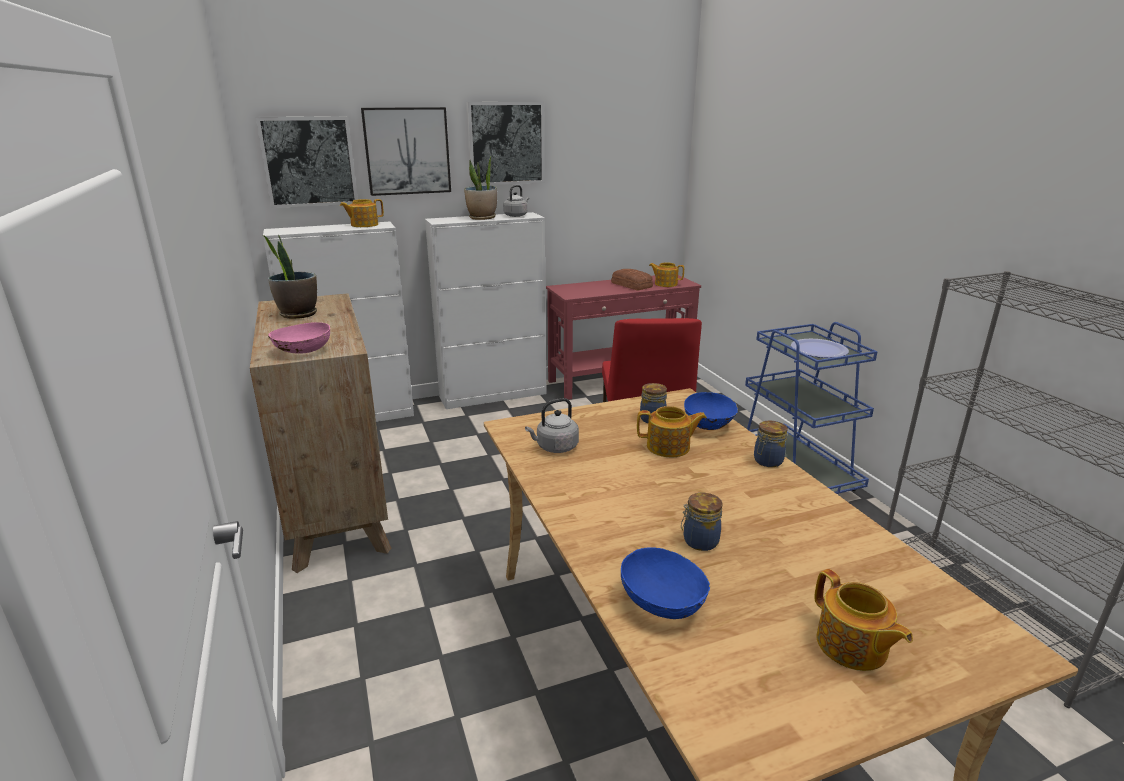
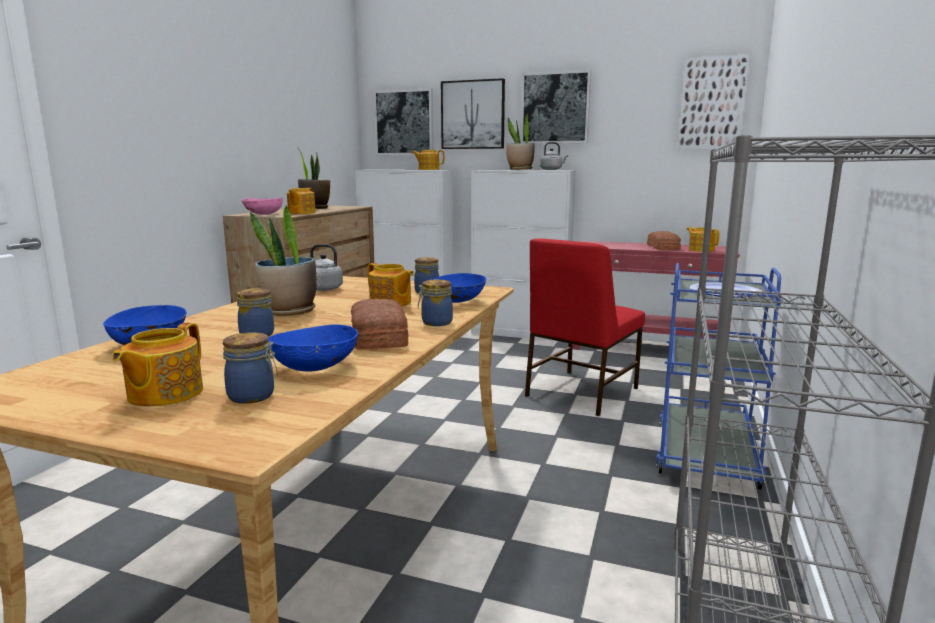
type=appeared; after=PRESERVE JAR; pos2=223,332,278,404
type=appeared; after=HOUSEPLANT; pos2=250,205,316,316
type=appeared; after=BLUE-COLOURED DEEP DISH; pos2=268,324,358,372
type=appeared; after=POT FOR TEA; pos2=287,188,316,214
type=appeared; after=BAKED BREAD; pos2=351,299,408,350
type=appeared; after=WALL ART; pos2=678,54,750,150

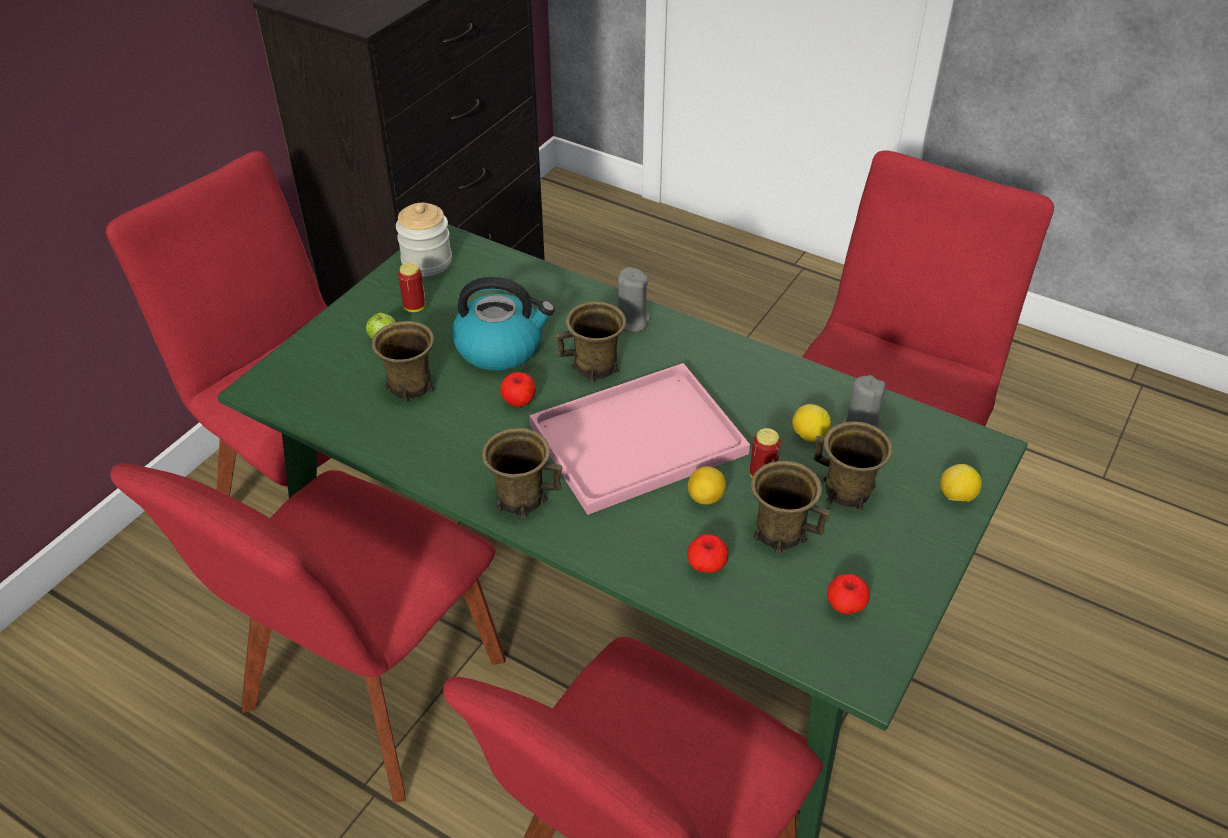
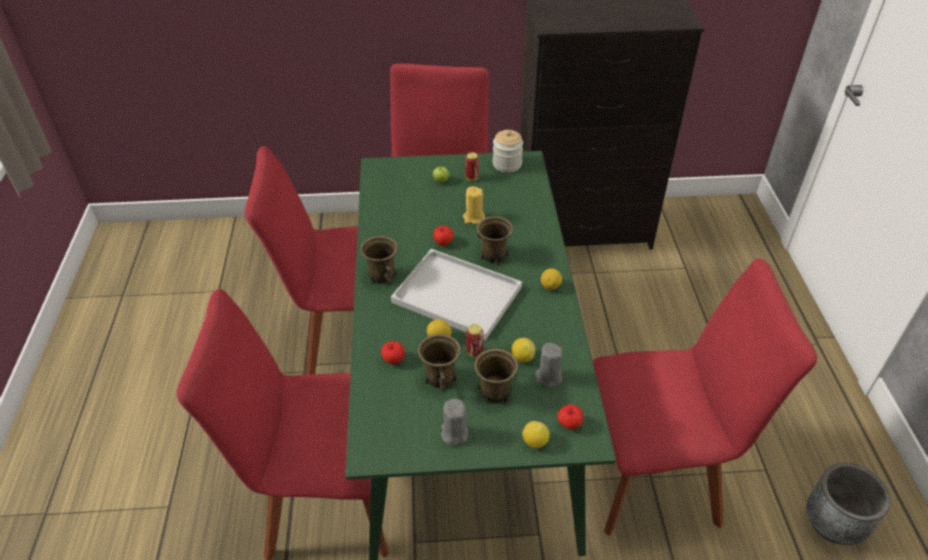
type=missing; before=BROWNISH TEA MUG; pos1=371,321,434,402
type=appeared; after=CITRUS FRUIT; pos2=541,269,562,290
type=appeared; after=GREY PLANT POT; pos2=806,463,891,545
type=relocated; before=GREY CANDLE; pos1=618,267,651,332; pos2=441,399,468,446
type=relocated; before=WHOLE APPLE; pos1=827,574,870,614; pos2=557,405,584,429
type=exchanged; before=KETTLE; after=YELLOWISH CANDLE; pos1=452,277,555,370; pos2=463,186,485,224
type=colour; before=PINK-COLOURED SERVING TRAY; after=WHITISH SERVING TRAY; pos1=529,363,750,515; pos2=391,249,522,340

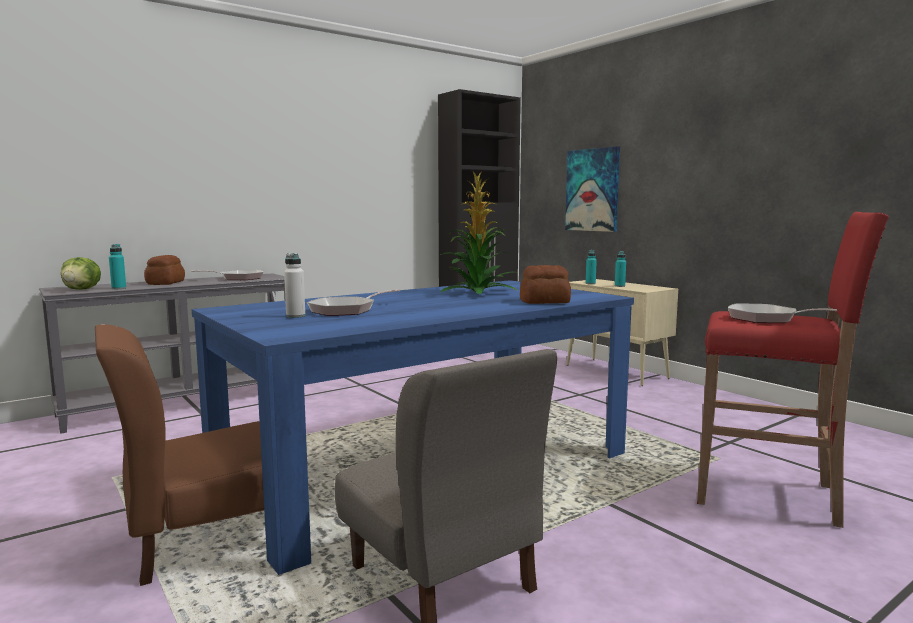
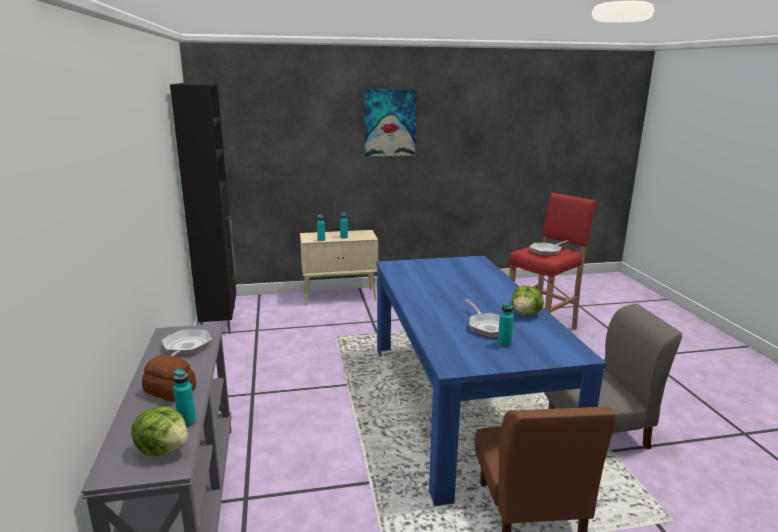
type=missing; before=HOUSEPLANT; pos1=441,172,517,294
type=missing; before=BAKED BREAD; pos1=520,265,571,304
type=appeared; after=LETTUCE; pos2=512,286,544,315
type=relocated; before=WALL ART; pos1=565,146,620,232; pos2=364,89,417,157
type=colour; before=WHITISH BOTTLE; after=TURQUOISE BOTTLE; pos1=284,253,305,318; pos2=497,302,514,348

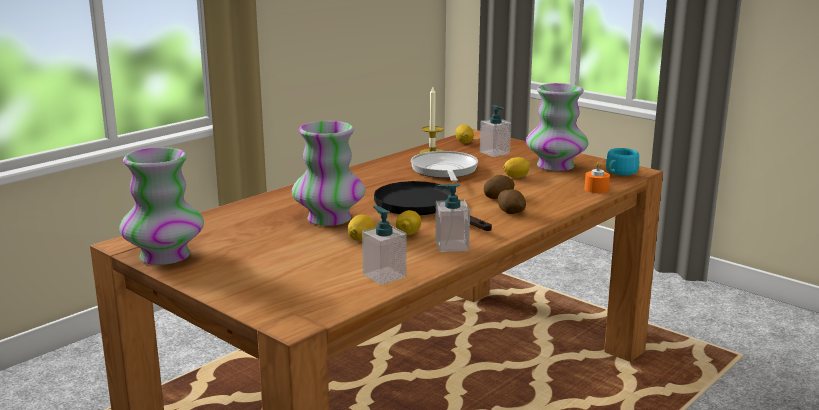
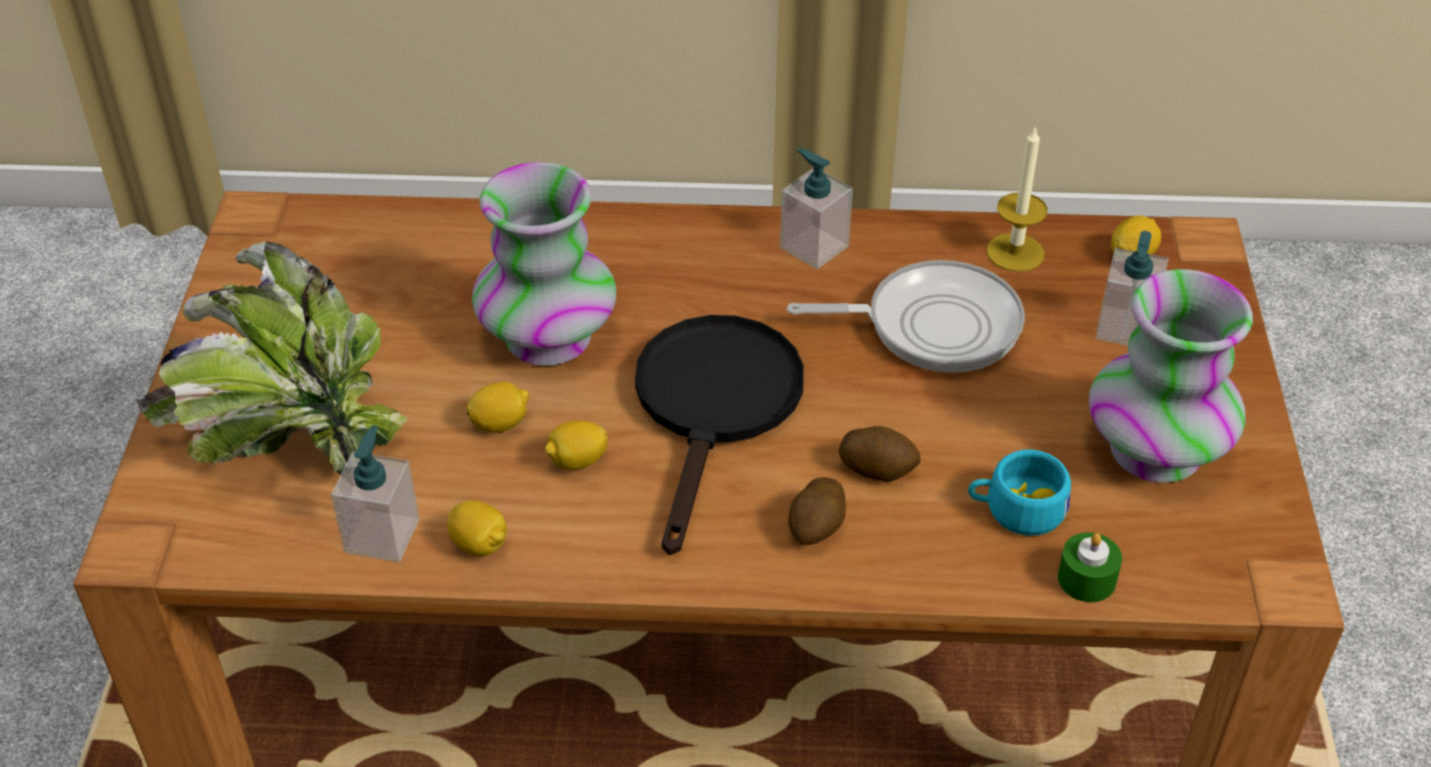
type=missing; before=FLOWER VASE; pos1=119,147,204,265
type=appeared; after=HOUSEPLANT; pos2=136,241,407,474
type=relocated; before=SOAP DISPENSER; pos1=435,184,470,252; pos2=780,148,853,269
type=relocated; before=CITRUS FRUIT; pos1=503,157,530,178; pos2=447,501,507,556
type=relocated; before=TURQUOISE CUP; pos1=606,148,639,176; pos2=968,449,1071,536
type=colour; before=ORANGEY CANDLE; after=GREEN-COLOURED CANDLE; pos1=585,162,610,193; pos2=1058,532,1122,602
type=spun; before=FRYING PAN; pos1=411,151,478,182; pos2=787,260,1025,373; turn=45

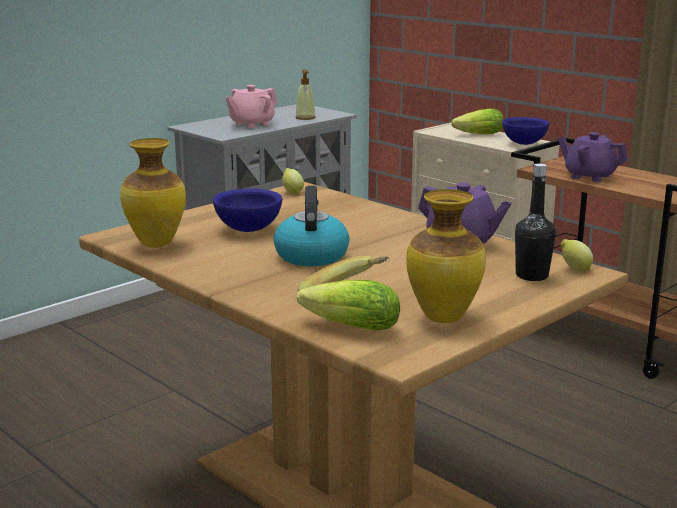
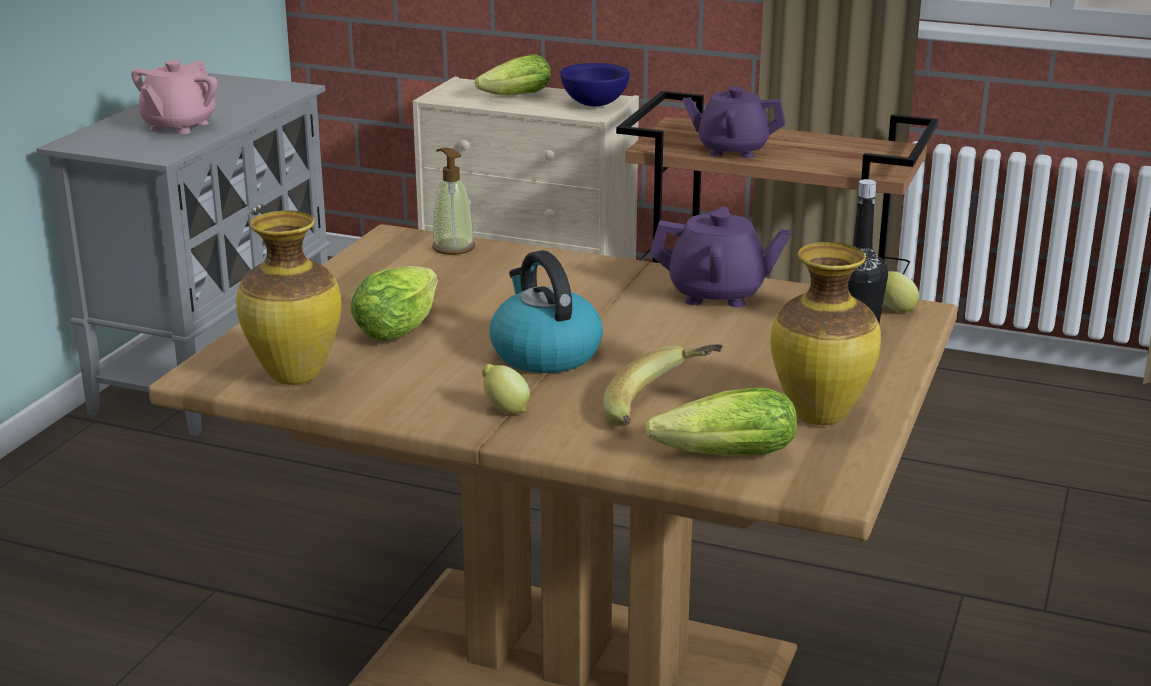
type=relocated; before=CITRUS FRUIT; pos1=282,168,304,194; pos2=482,364,530,414
type=relocated; before=SOAP DISPENSER; pos1=296,69,316,120; pos2=432,147,475,255
type=exchanged; before=BLUE-COLOURED DEEP DISH; after=LETTUCE; pos1=213,189,282,232; pos2=350,266,438,341

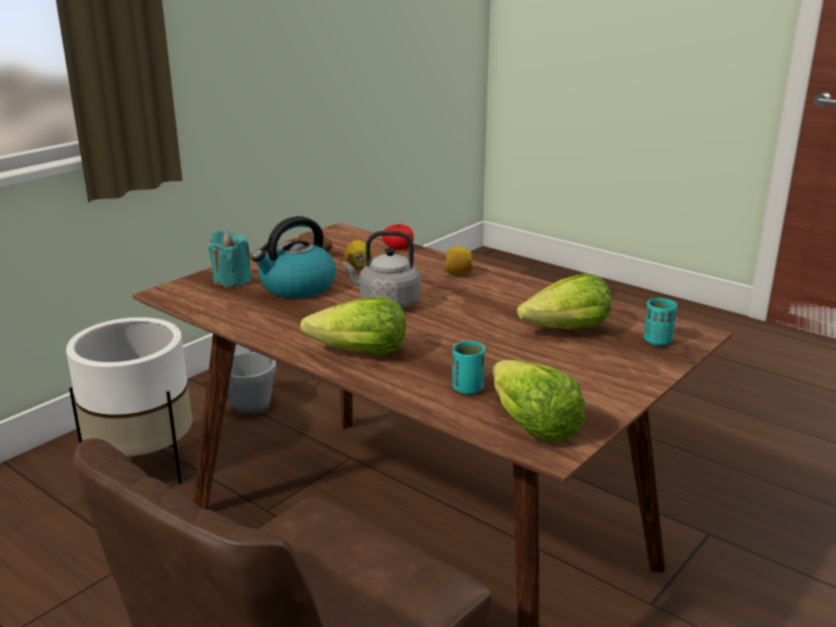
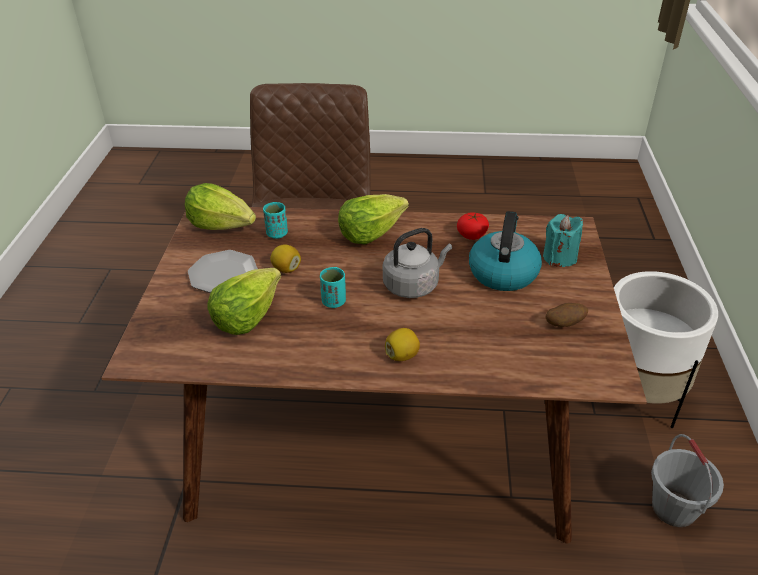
type=appeared; after=PLATE; pos2=188,250,258,293
type=relocated; before=CITRUS FRUIT; pos1=344,240,373,269; pos2=270,244,301,273
type=relocated; before=WHOLE TOMATO; pos1=382,224,414,250; pos2=457,212,489,240
type=relocated; before=TURQUOISE CUP; pos1=644,298,677,346; pos2=320,267,346,308

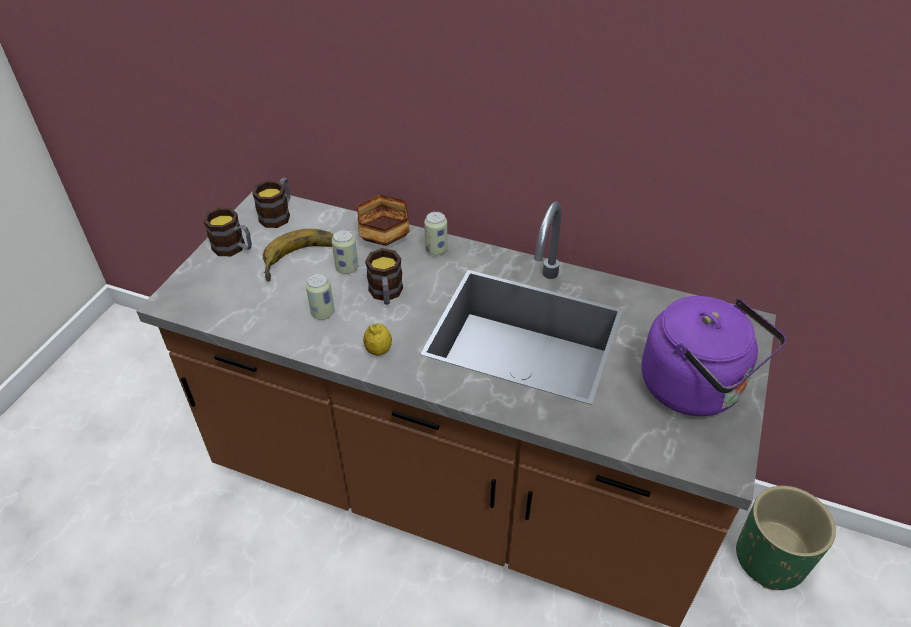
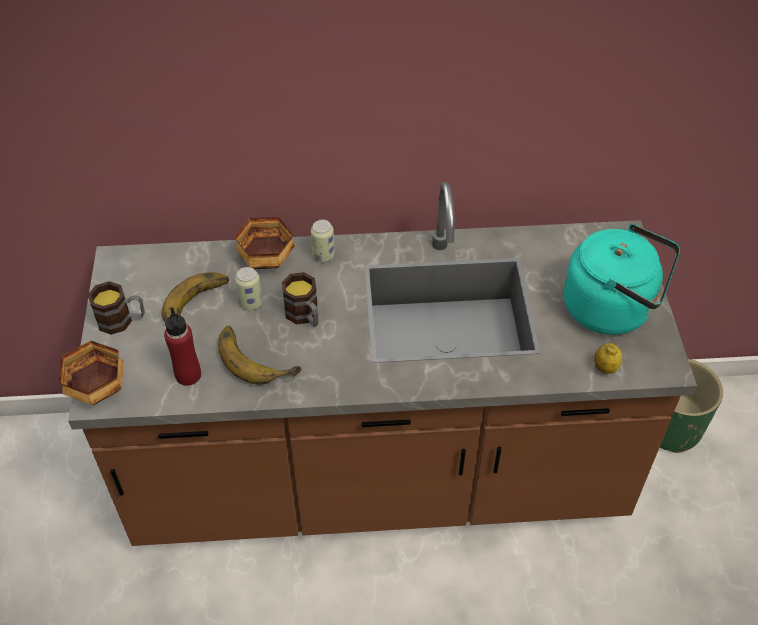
type=missing; before=TEA MUG; pos1=252,178,291,228
type=appeared; after=DEEP DISH; pos2=59,341,123,405
type=appeared; after=RED-COLOURED BOTTLE; pos2=164,307,201,386
type=relocated; before=CITRUS FRUIT; pos1=363,324,392,356; pos2=594,343,622,374
type=exchanged; before=METAL CAN; after=BANANA; pos1=306,273,334,320; pos2=218,326,302,385
type=colour; before=PURPLE-COLOURED KETTLE; after=TURQUOISE KETTLE; pos1=642,296,786,416; pos2=563,224,680,335

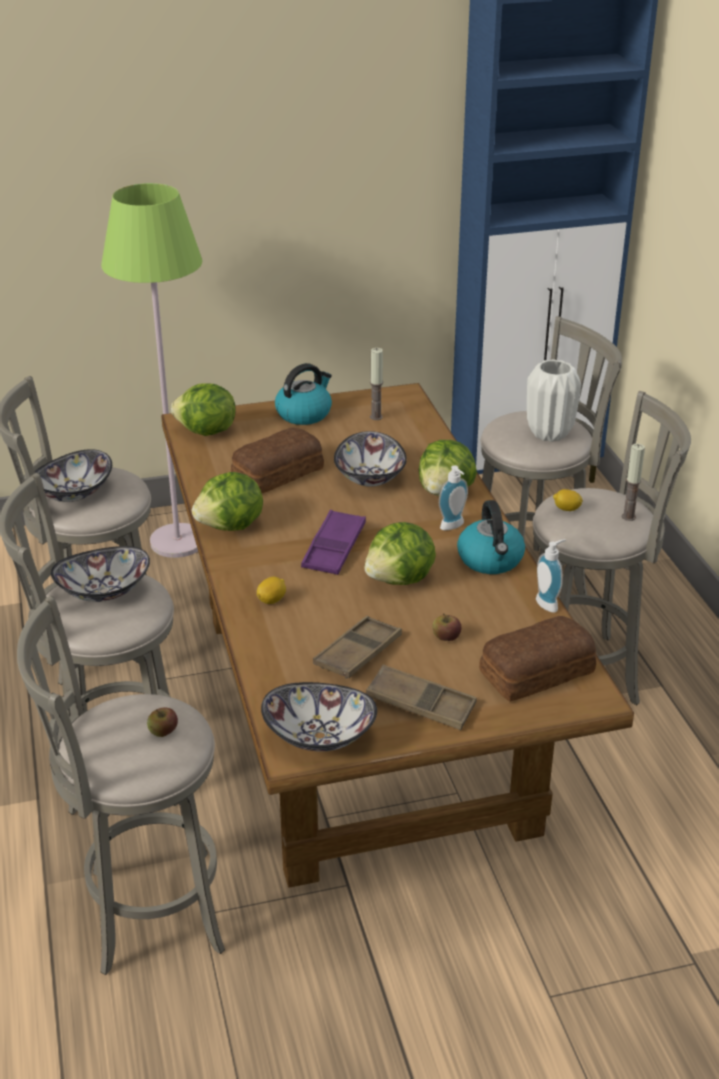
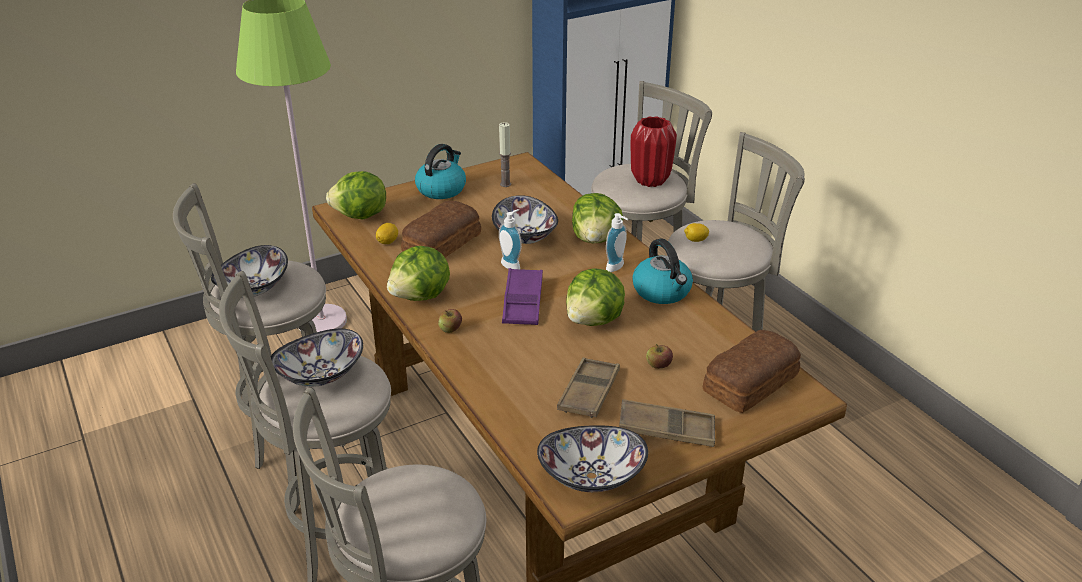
type=missing; before=CANDLE; pos1=622,444,645,521
type=relocated; before=WHOLE APPLE; pos1=147,708,178,737; pos2=438,309,462,333
type=relocated; before=CITRUS FRUIT; pos1=257,577,286,604; pos2=376,223,398,244
type=relocated; before=SOAP DISPENSER; pos1=536,539,566,613; pos2=499,209,522,269
type=colour; before=WHITISH FLOWER VASE; after=RED-COLOURED FLOWER VASE; pos1=527,359,581,442; pos2=631,116,677,187

